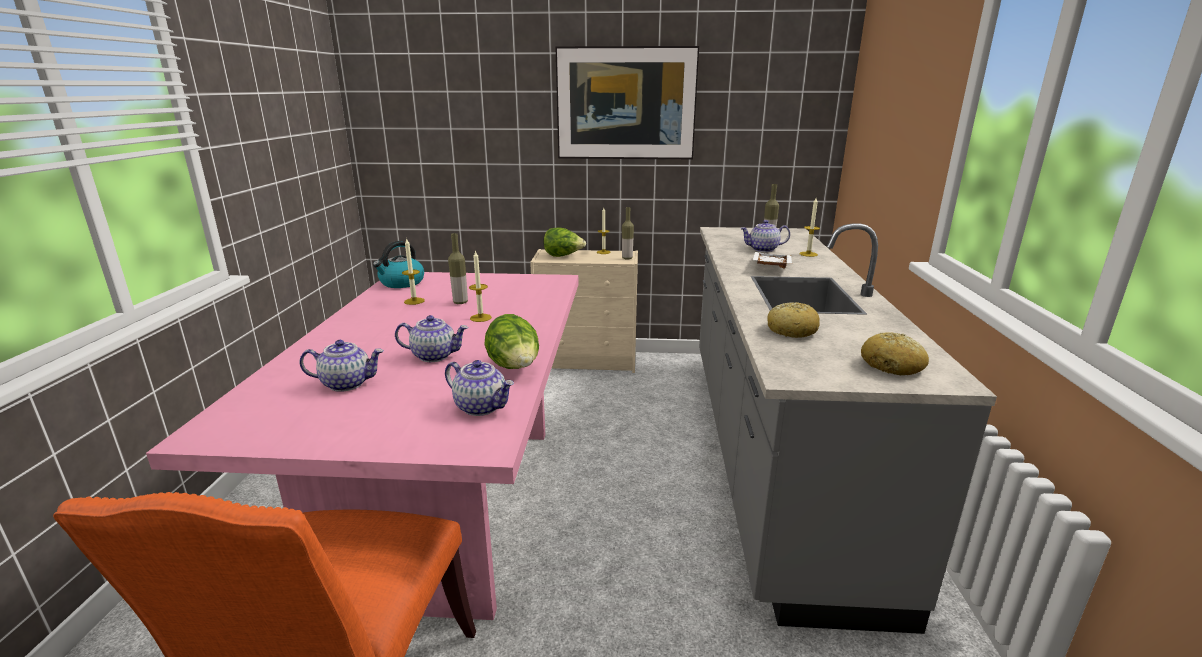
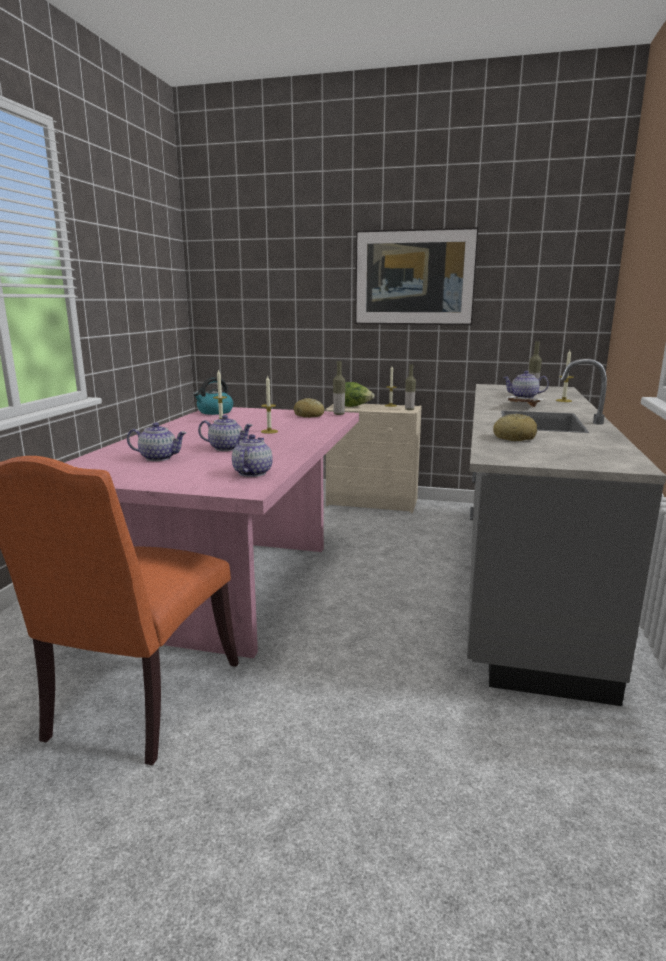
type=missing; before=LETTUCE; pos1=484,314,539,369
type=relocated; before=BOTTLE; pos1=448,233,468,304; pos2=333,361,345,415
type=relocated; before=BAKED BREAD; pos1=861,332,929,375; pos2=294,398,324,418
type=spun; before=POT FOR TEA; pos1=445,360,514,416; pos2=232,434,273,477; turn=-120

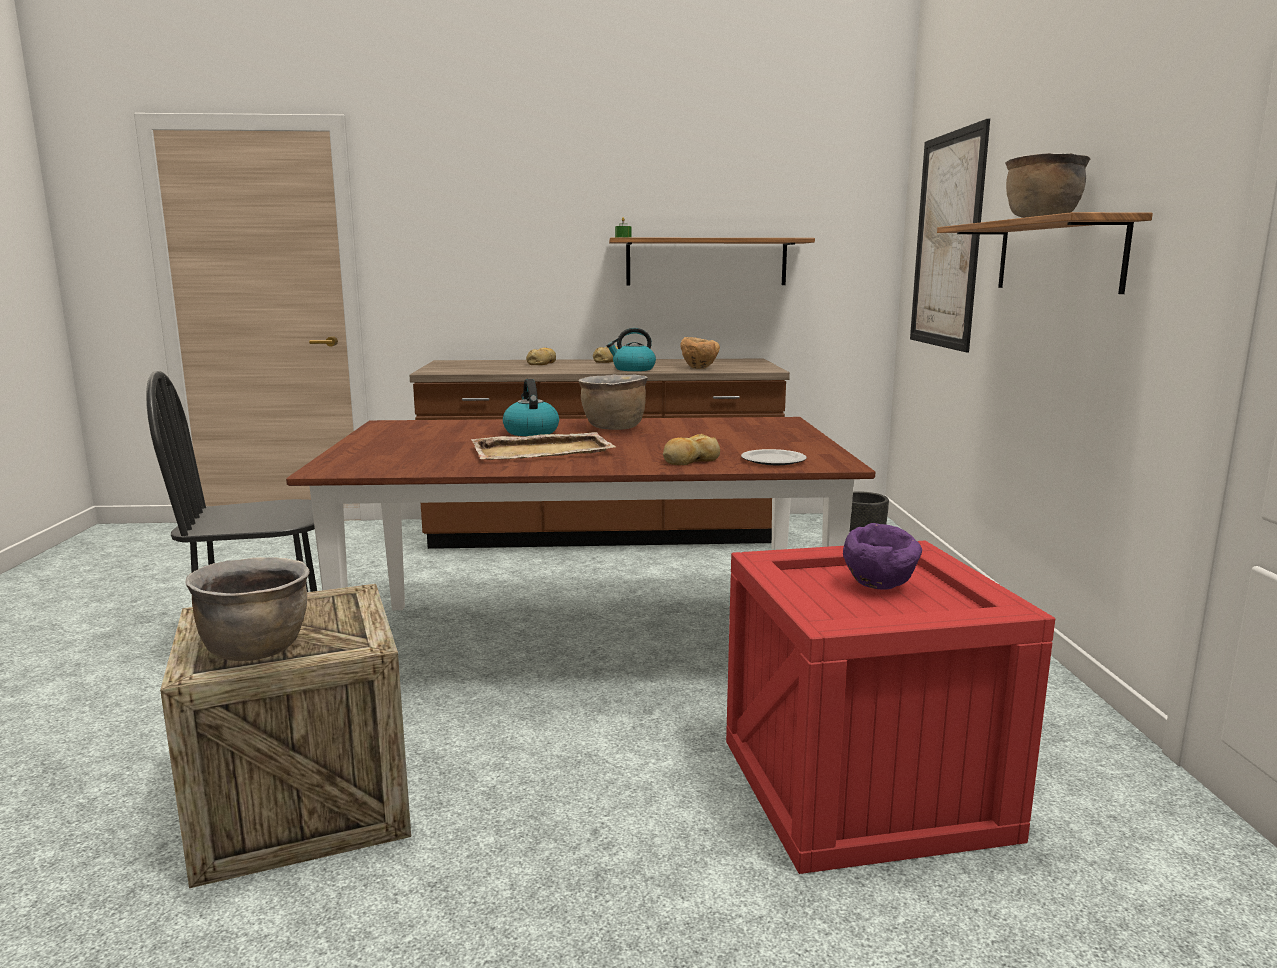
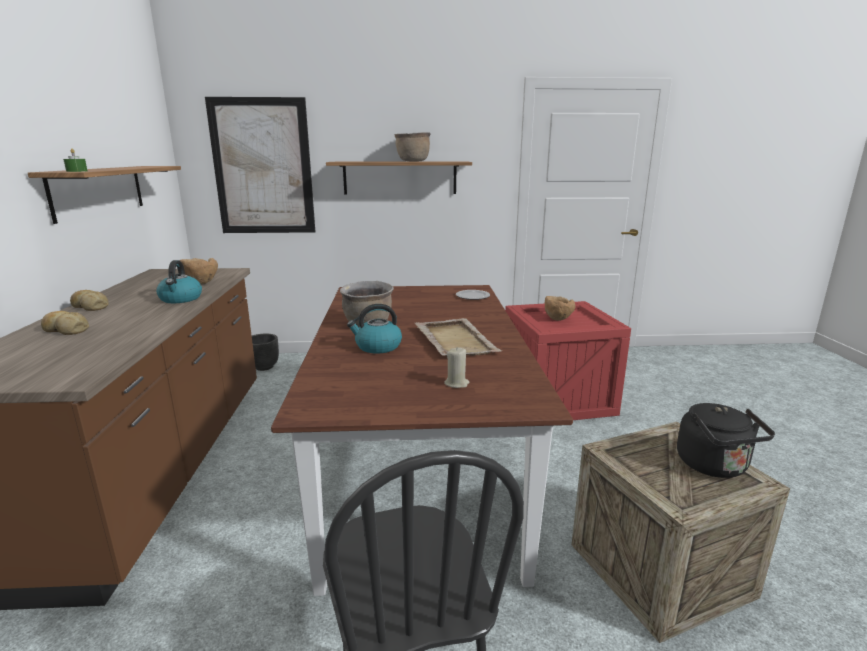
type=missing; before=BAKED BREAD; pos1=663,434,720,465
type=appeared; after=BEIGE CANDLE; pos2=444,347,469,388
type=exchanged; before=BROWNISH STOCKPOT; after=BLACK-COLOURED KETTLE; pos1=186,557,310,661; pos2=677,403,775,478
type=colour; before=PURPLE-COLOURED DEEP DISH; after=BROWNISH DEEP DISH; pos1=843,523,922,590; pos2=545,296,576,321

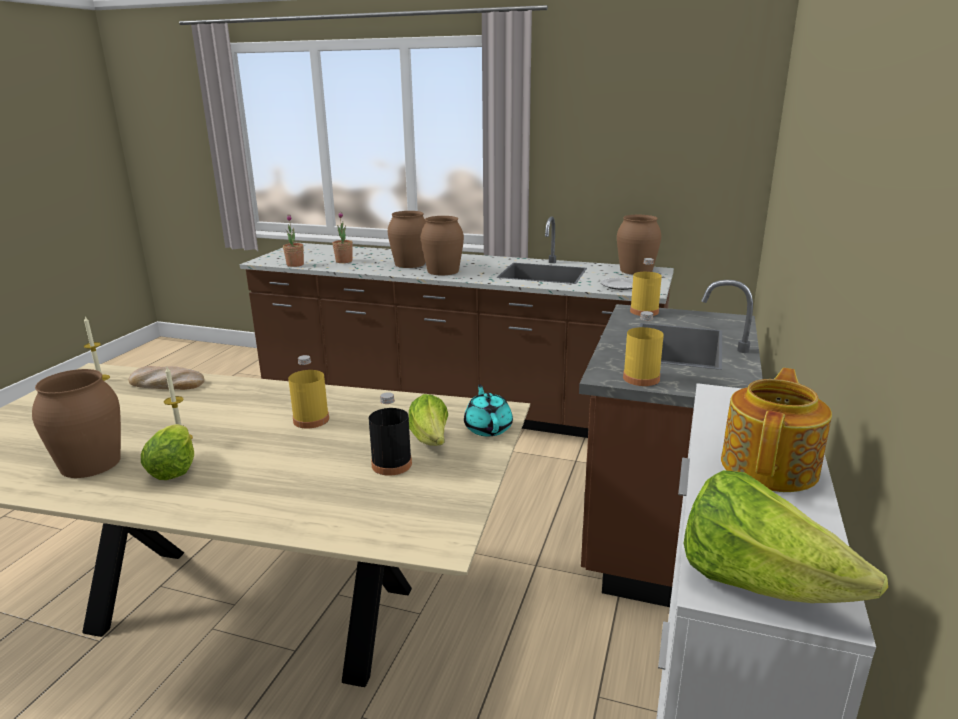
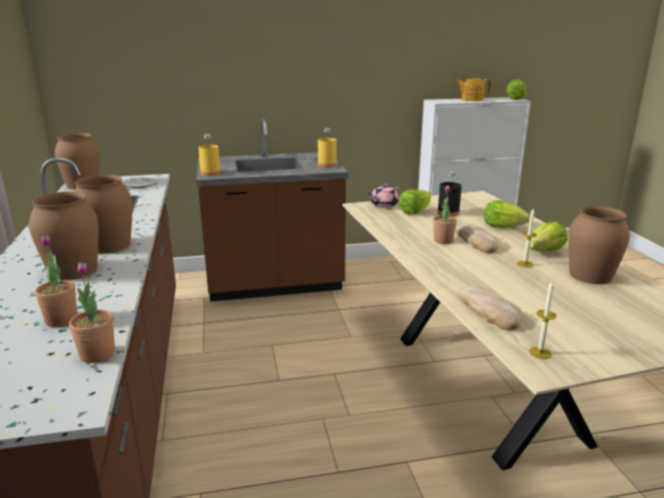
type=appeared; after=BAKED BREAD; pos2=456,224,498,253
type=appeared; after=LETTUCE; pos2=484,200,530,228
type=exchanged; before=YELLOWISH BOTTLE; after=HOUSEPLANT; pos1=288,355,329,429; pos2=433,185,457,244
type=colour; before=TURQUOISE POT FOR TEA; after=PINK-COLOURED POT FOR TEA; pos1=464,385,513,436; pos2=369,183,400,208

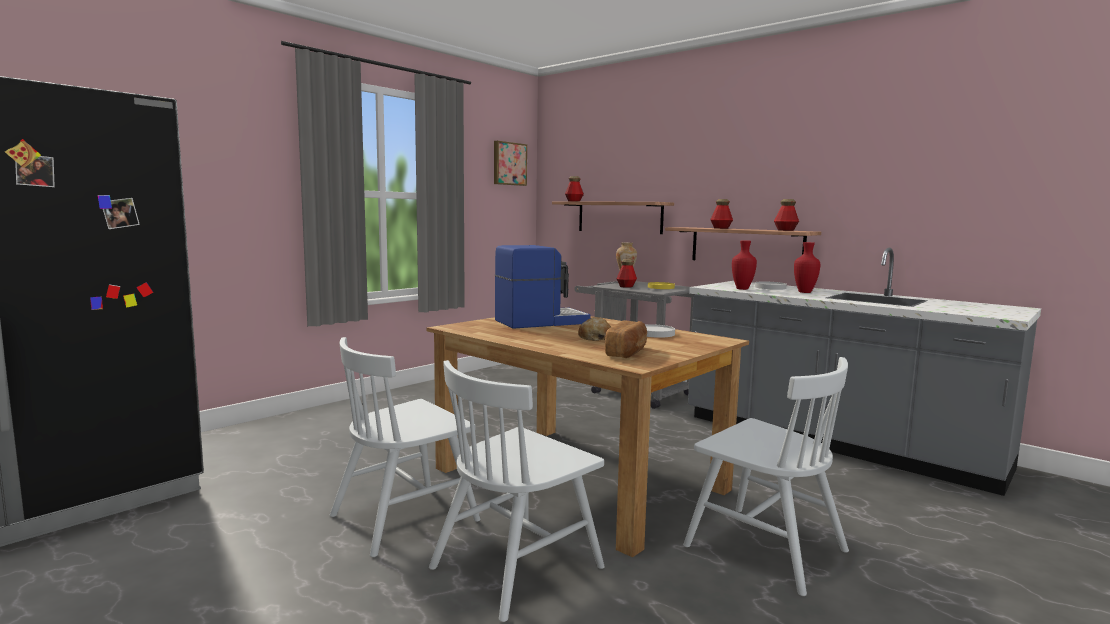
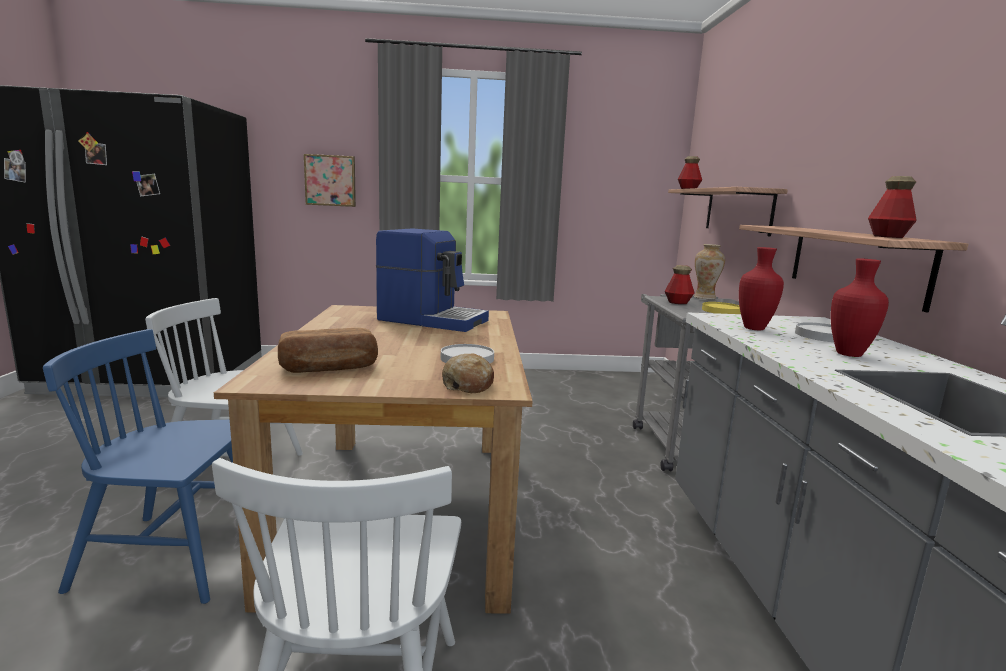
type=missing; before=BOTTLE; pos1=710,199,733,229
type=relocated; before=WALL ART; pos1=494,141,527,186; pos2=304,154,356,207
type=relocated; before=BAKED BREAD; pos1=578,317,611,341; pos2=442,354,494,393
type=colour; before=WHITISH PLAIN CHAIR; after=BLUE-COLOURED PLAIN CHAIR; pos1=429,360,605,622; pos2=43,329,233,604

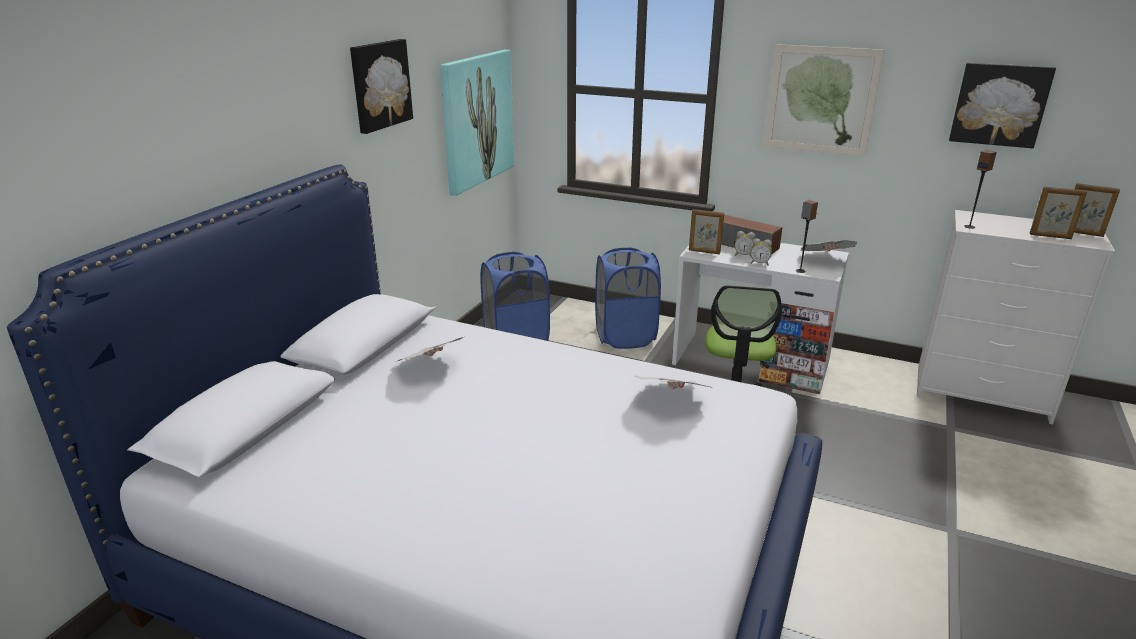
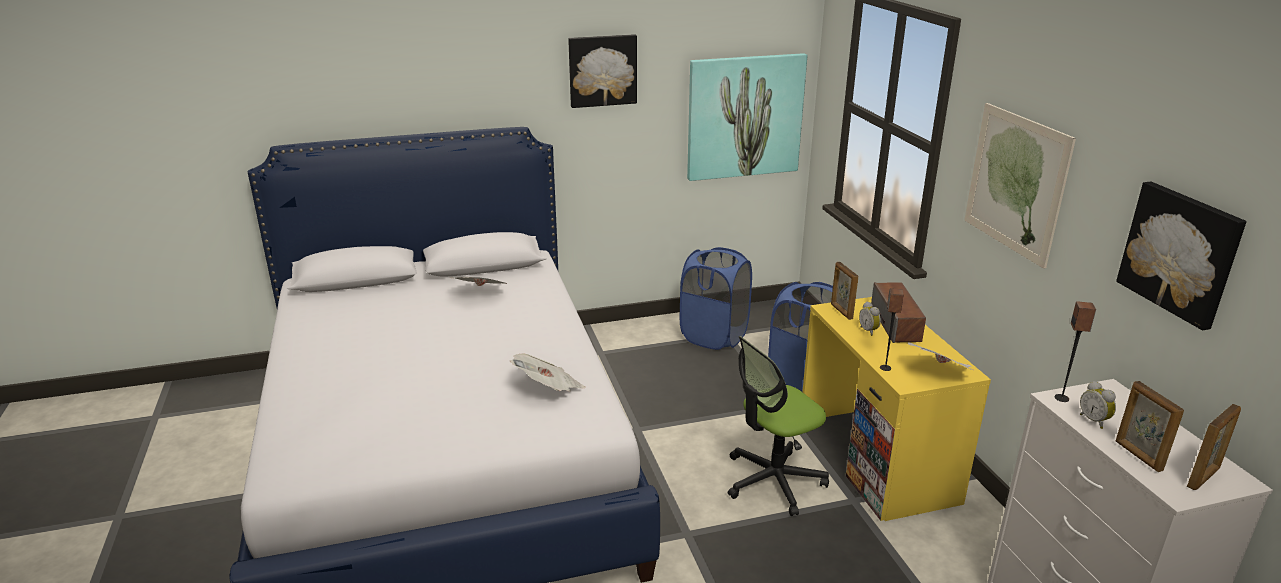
type=relocated; before=ALARM CLOCK; pos1=750,238,772,266; pos2=1080,381,1116,429
type=colour; before=WHITISH DESK TABLE; after=YELLOWISH DESK TABLE; pos1=672,243,849,394; pos2=802,297,991,521
type=spun; before=PHOTO FRAME; pos1=1074,183,1120,237; pos2=1187,404,1241,490; turn=-120

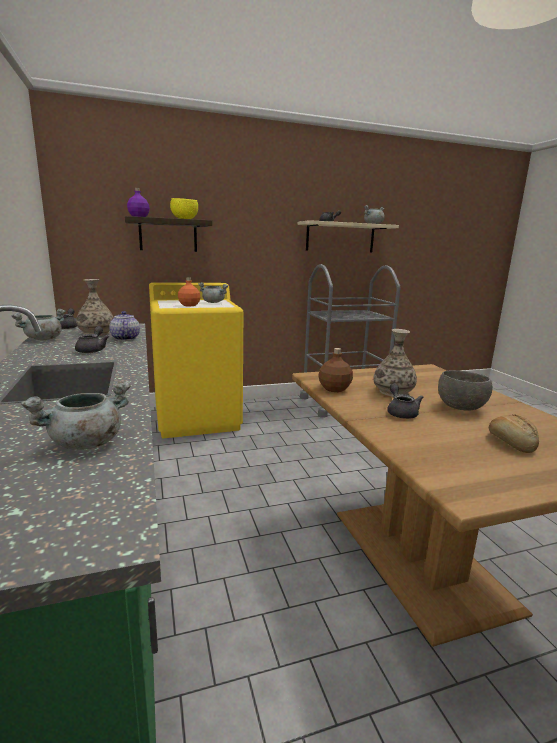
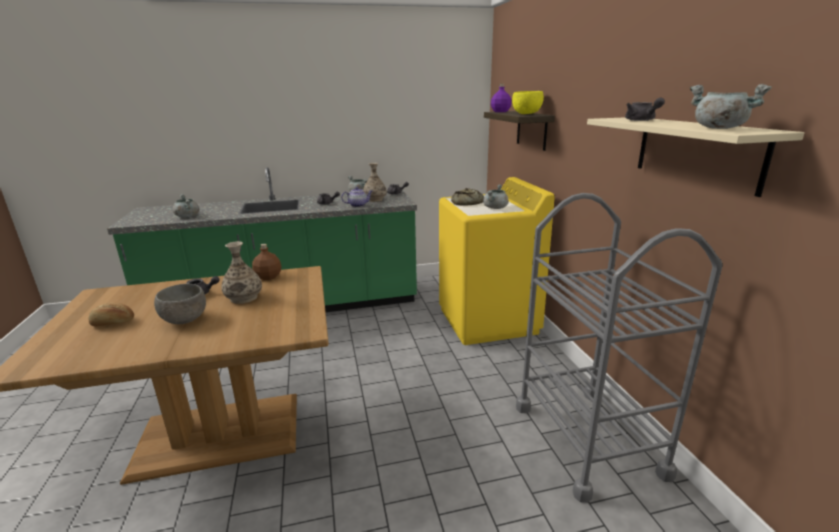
type=exchanged; before=ORANGEY BOTTLE; after=BAKED BREAD; pos1=178,277,200,306; pos2=451,188,484,206

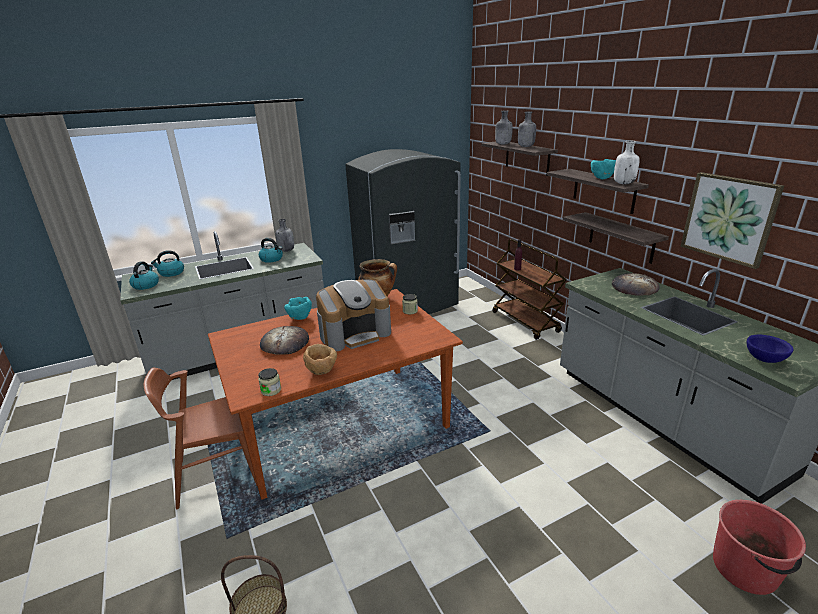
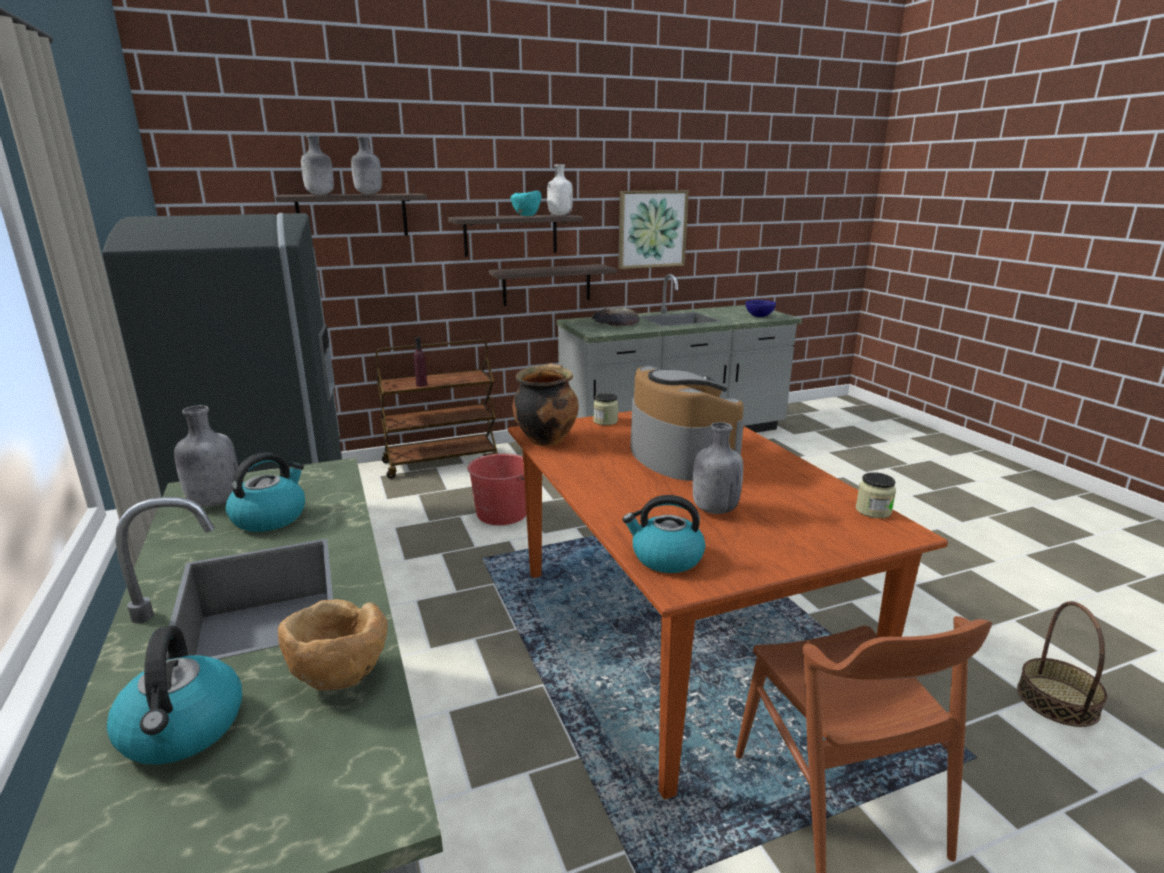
type=missing; before=TURQUOISE DEEP DISH; pos1=284,297,312,320
type=relocated; before=KETTLE; pos1=129,261,159,290; pos2=622,495,705,573
type=relocated; before=BROWNISH DEEP DISH; pos1=303,344,337,375; pos2=278,599,387,691
type=relocated; before=RED-COLOURED WATER BUCKET; pos1=713,500,806,595; pos2=467,454,526,525
type=exchanged; before=BAKED BREAD; after=GREY BOTTLE; pos1=260,326,309,355; pos2=693,422,743,514

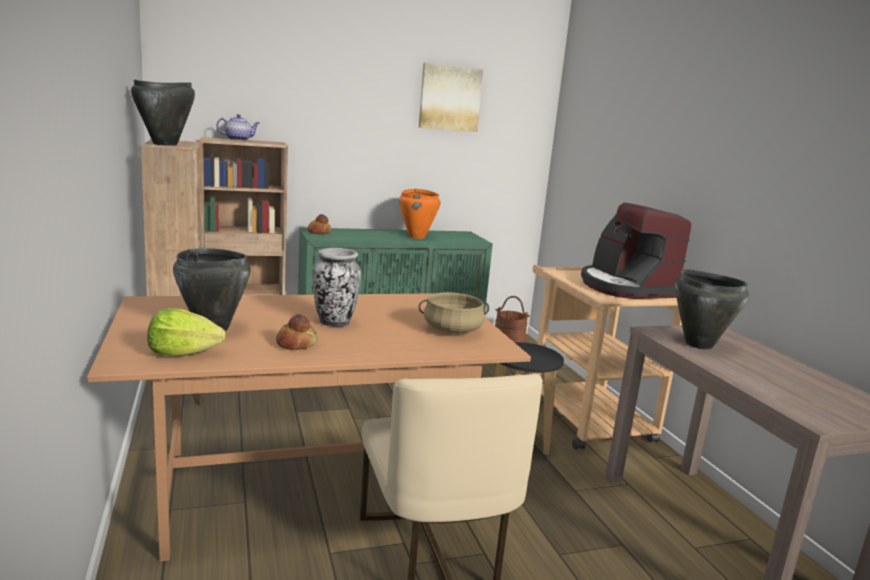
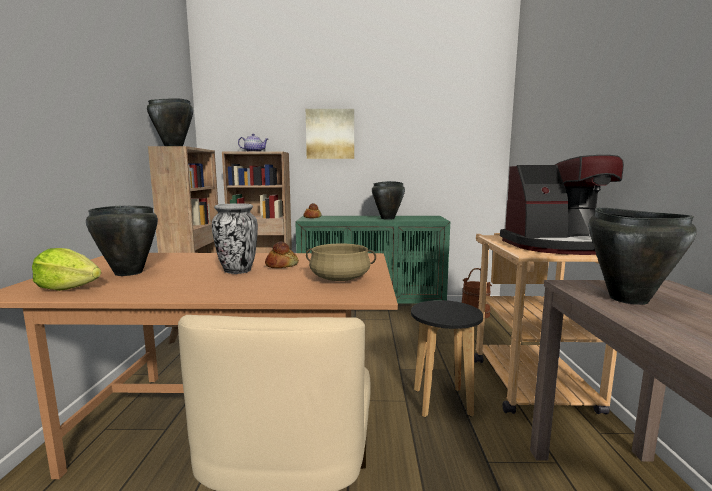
type=relocated; before=BAKED BREAD; pos1=276,314,318,350; pos2=265,242,299,268
type=relocated; before=WALL ART; pos1=419,63,483,132; pos2=306,109,354,159
type=colour; before=ORANGEY STOCKPOT; after=BLACK-COLOURED STOCKPOT; pos1=399,189,440,239; pos2=372,181,405,220
type=spun; before=COFFEE BREWER; pos1=581,202,691,299; pos2=500,155,624,255; turn=-90

